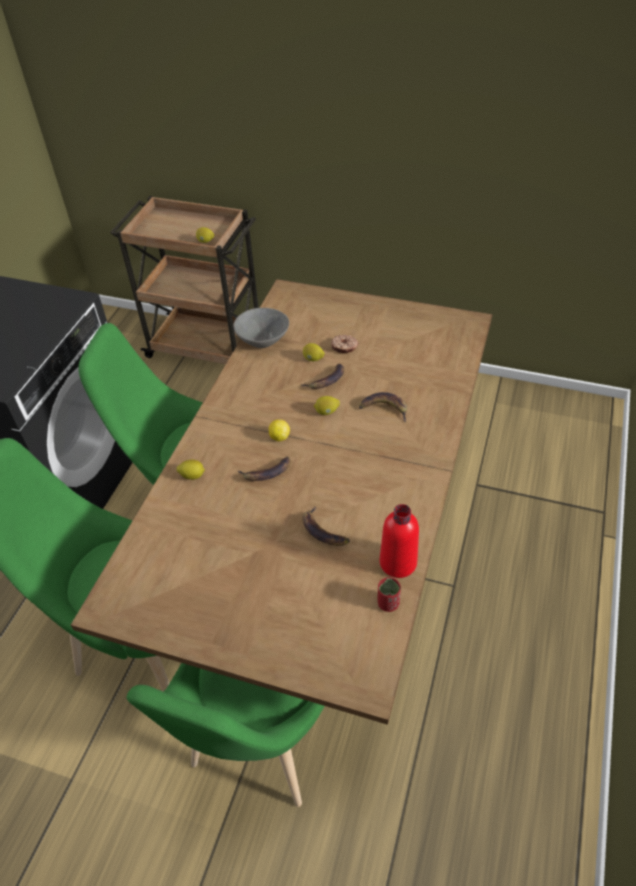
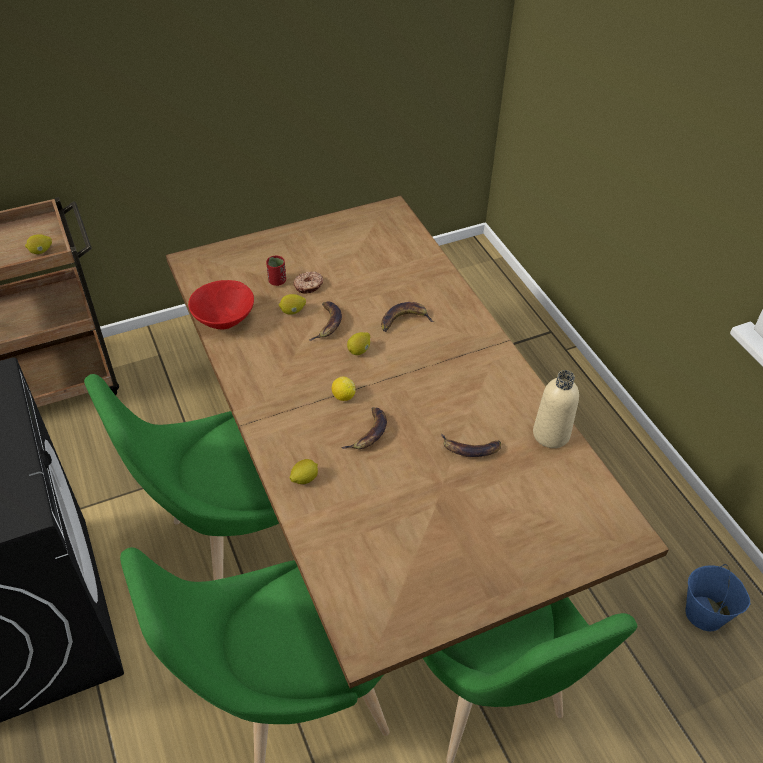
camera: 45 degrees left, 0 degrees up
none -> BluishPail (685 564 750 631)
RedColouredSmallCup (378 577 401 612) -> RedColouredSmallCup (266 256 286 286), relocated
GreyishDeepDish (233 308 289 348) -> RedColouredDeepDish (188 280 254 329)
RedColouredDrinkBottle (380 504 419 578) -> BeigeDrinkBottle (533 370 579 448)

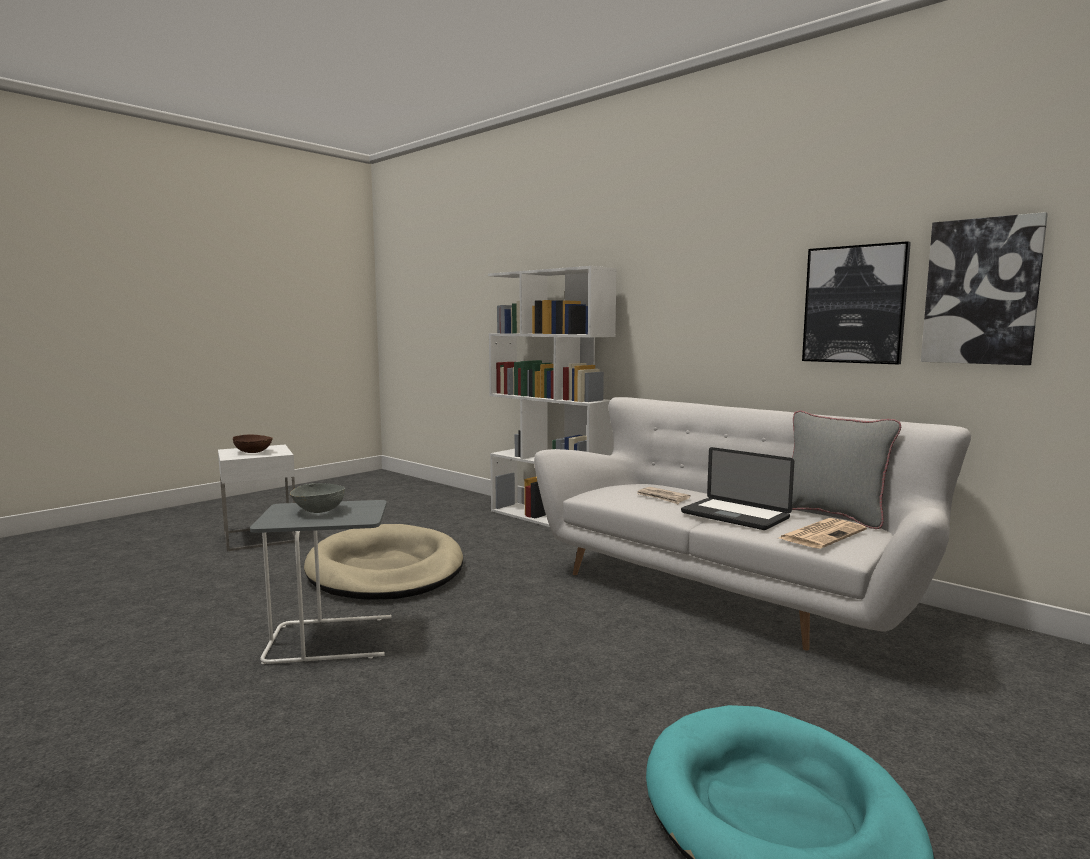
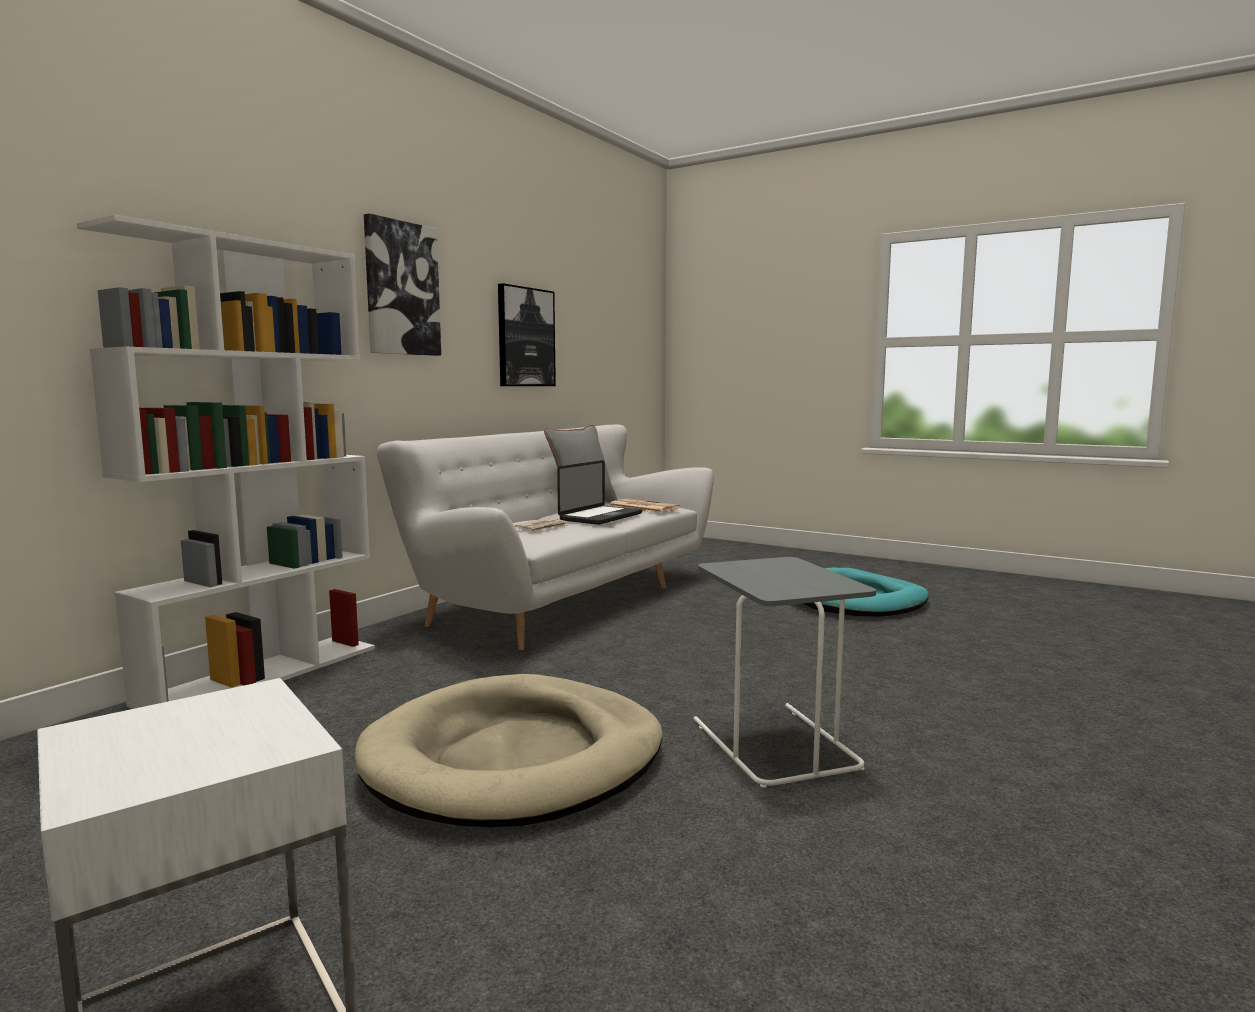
camera: 100 degrees left, 0 degrees up
BrownishDeepDish (233 435 273 453) -> none
GreyishDeepDish (290 483 345 513) -> none
WallPicture (921 212 1048 365) -> WallPicture (364 213 441 356), relocated

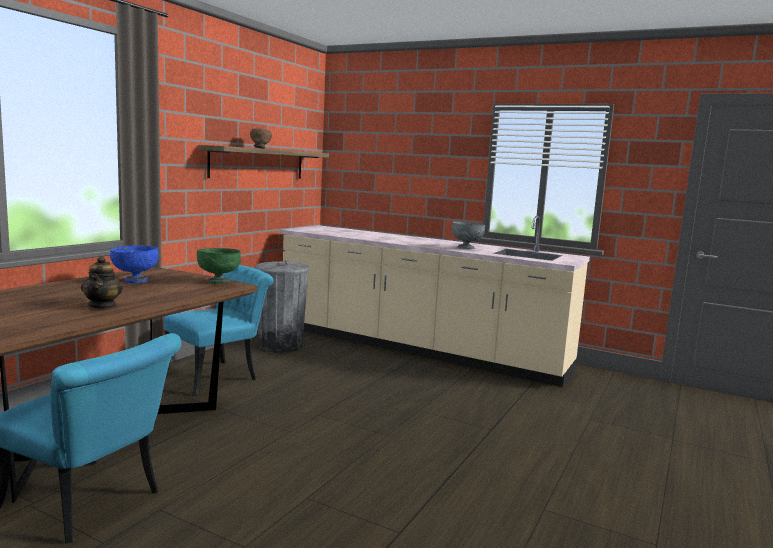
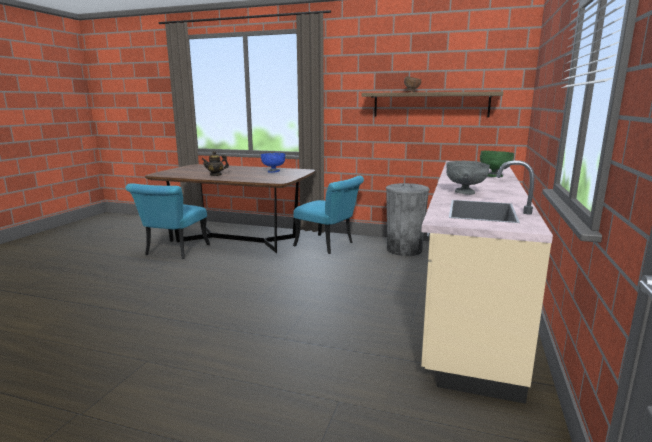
camera: 80 degrees right, 5 degrees up
GreenishDeepDish (197 248 241 284) -> GreenishDeepDish (480 151 514 177), relocated

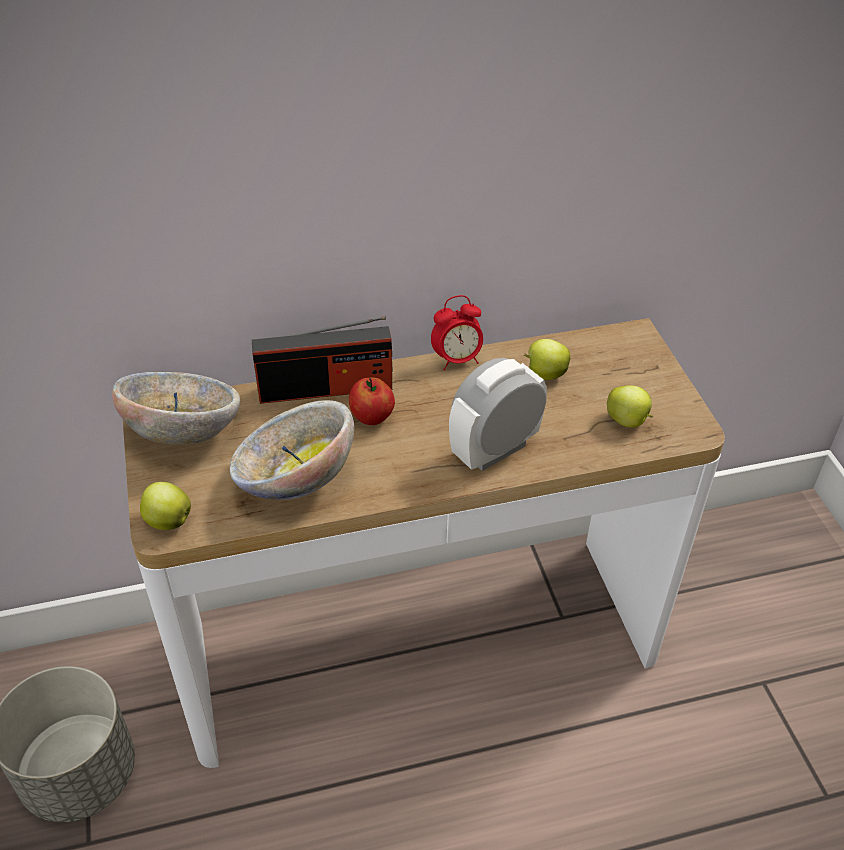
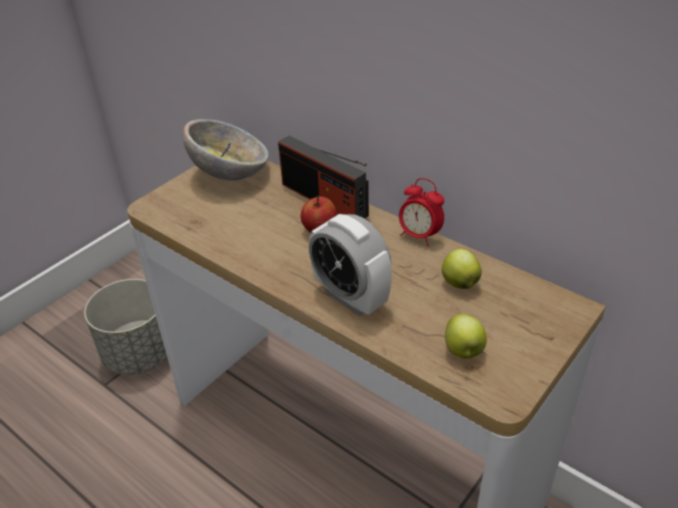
camera: 55 degrees right, 5 degrees down
Apple (140 482 191 530) -> none
DeepDish (230 400 354 500) -> none
TableClock (449 358 547 471) -> TableClock (309 214 392 316), 150 degrees counterclockwise

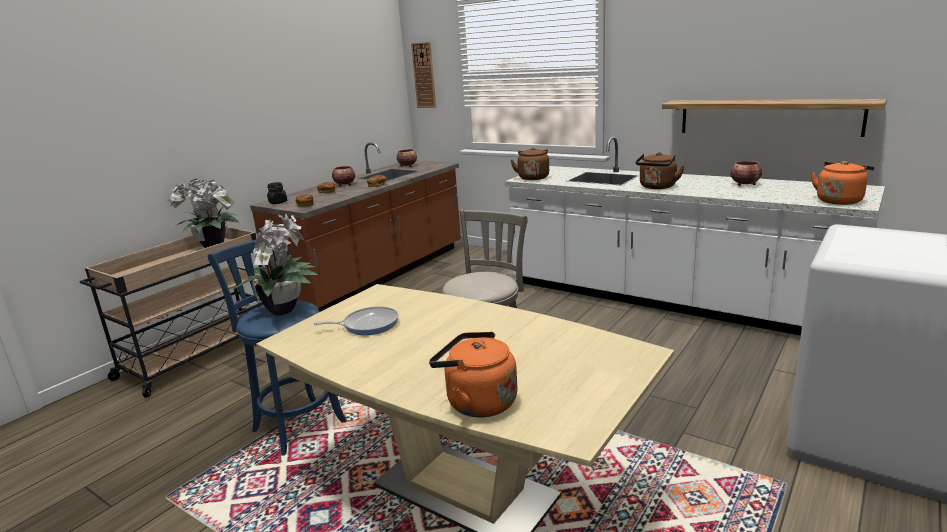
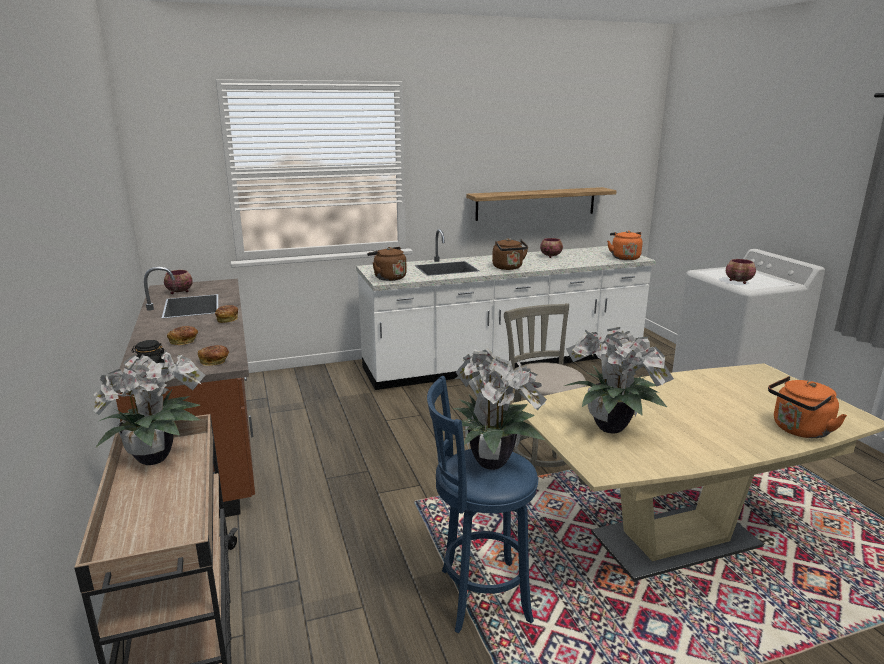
camera: 55 degrees left, 0 degrees up
WallClock (411 42 436 108) -> none
DeepDish (332 166 355 186) -> DeepDish (726 259 756 284), relocated
FryingPan (314 306 399 335) -> PottedPlant (564 327 674 434)

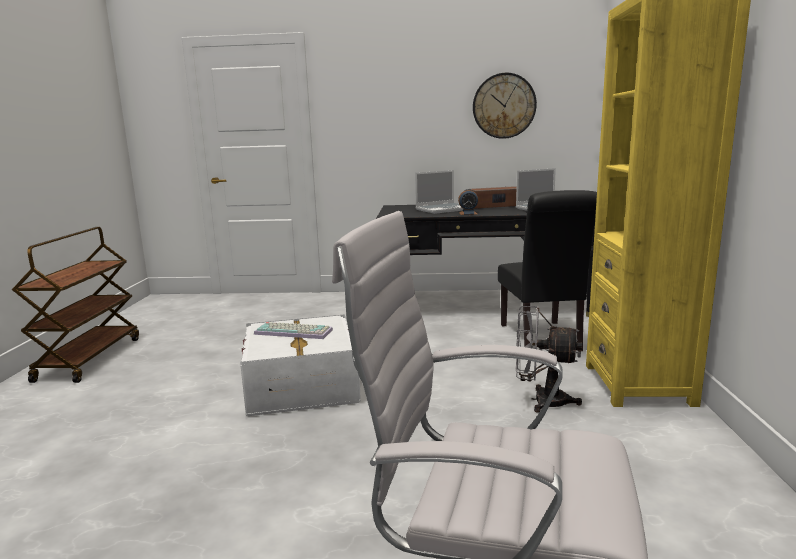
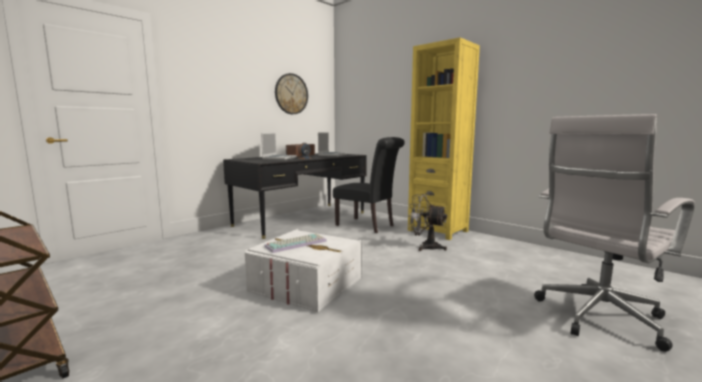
camera: 50 degrees left, 5 degrees down
GreyishElectricFan (516 306 583 412) -> GreyishElectricFan (409 194 447 251), 60 degrees clockwise

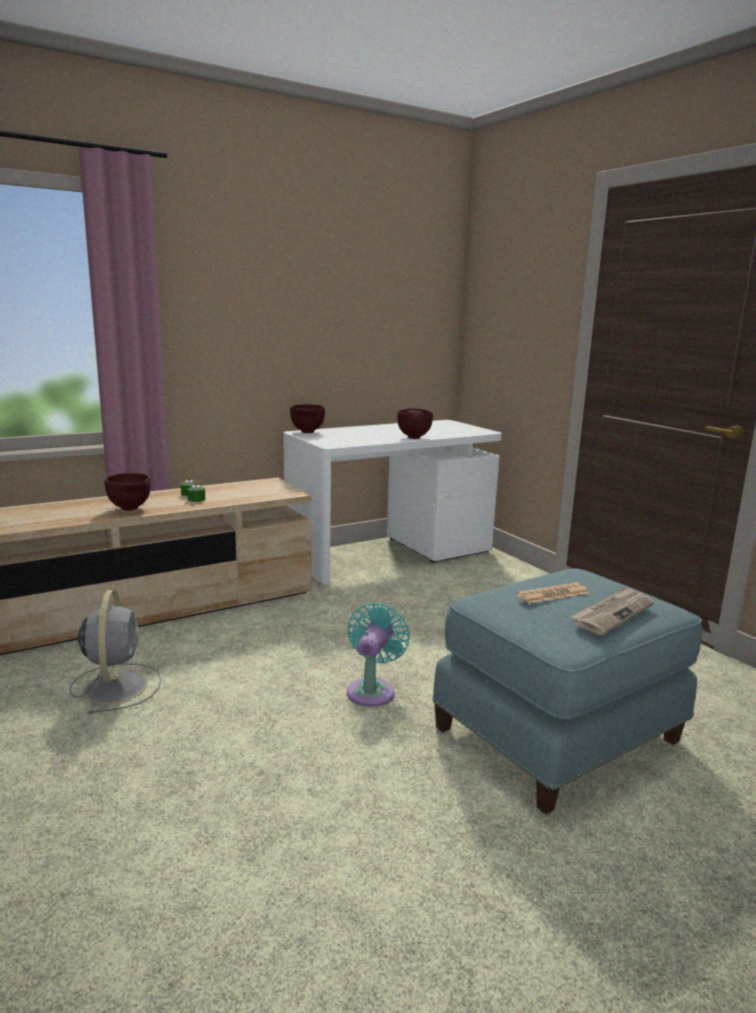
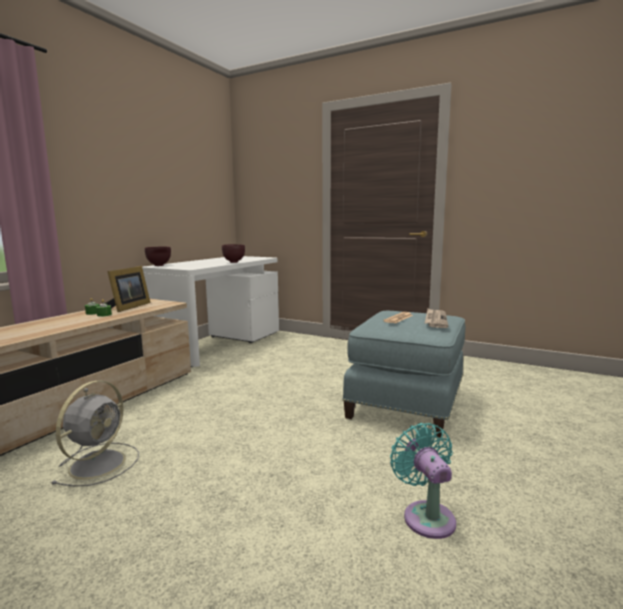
camera: 30 degrees left, 5 degrees down
BrownishDeepDish (104 473 151 511) -> none
none -> PictureFrame (104 266 151 312)
TurquoiseColouredElectricFan (347 603 410 707) -> TurquoiseColouredElectricFan (390 423 456 539), relocated
GreyishElectricFan (70 590 161 715) -> GreyishElectricFan (51 381 139 486), 60 degrees clockwise

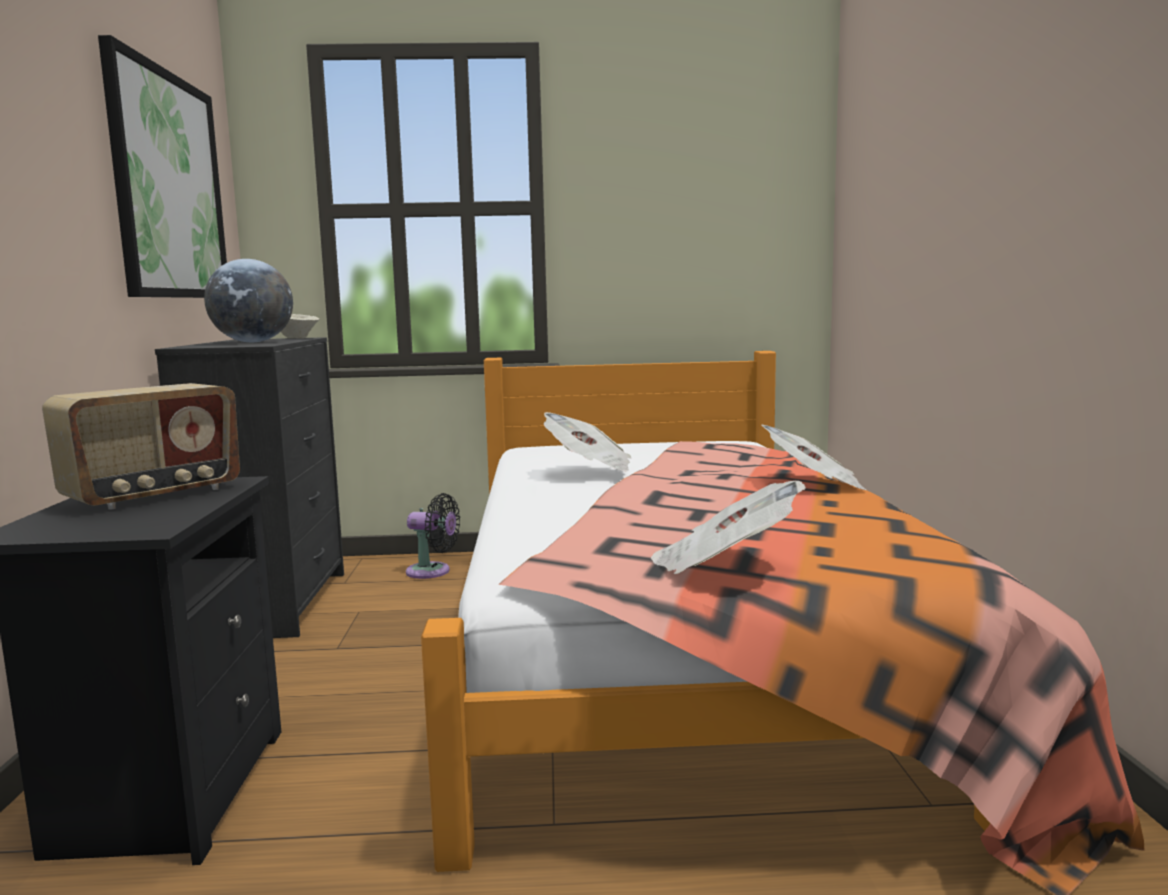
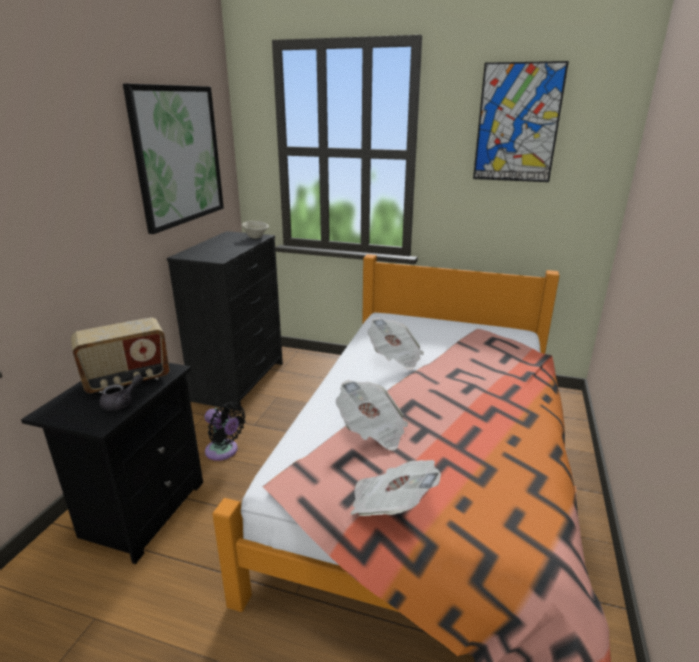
camera: 20 degrees right, 15 degrees up
Globe (204 259 293 342) -> none
none -> GreyishTeaPot (99 374 143 411)
none -> WallPicture (473 61 569 182)
BlackElectricFan (406 493 460 579) -> BlackElectricFan (205 402 246 461), relocated
Newspaper (761 424 866 490) -> Newspaper (336 380 408 451), relocated

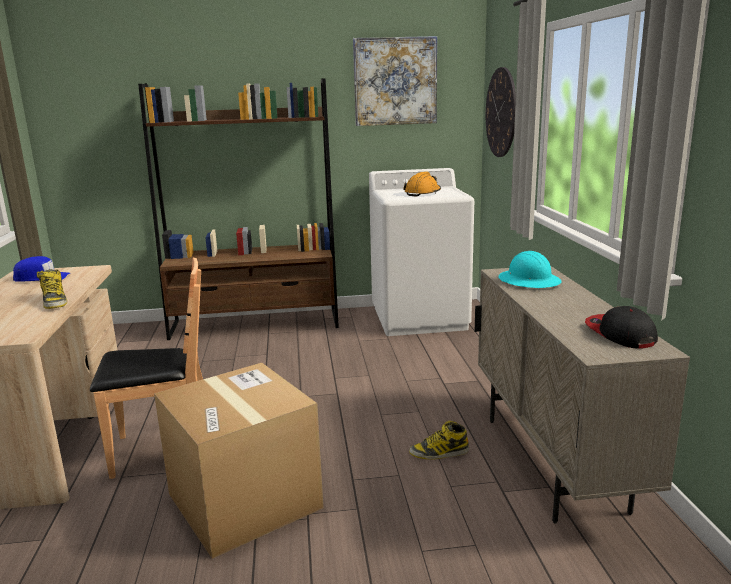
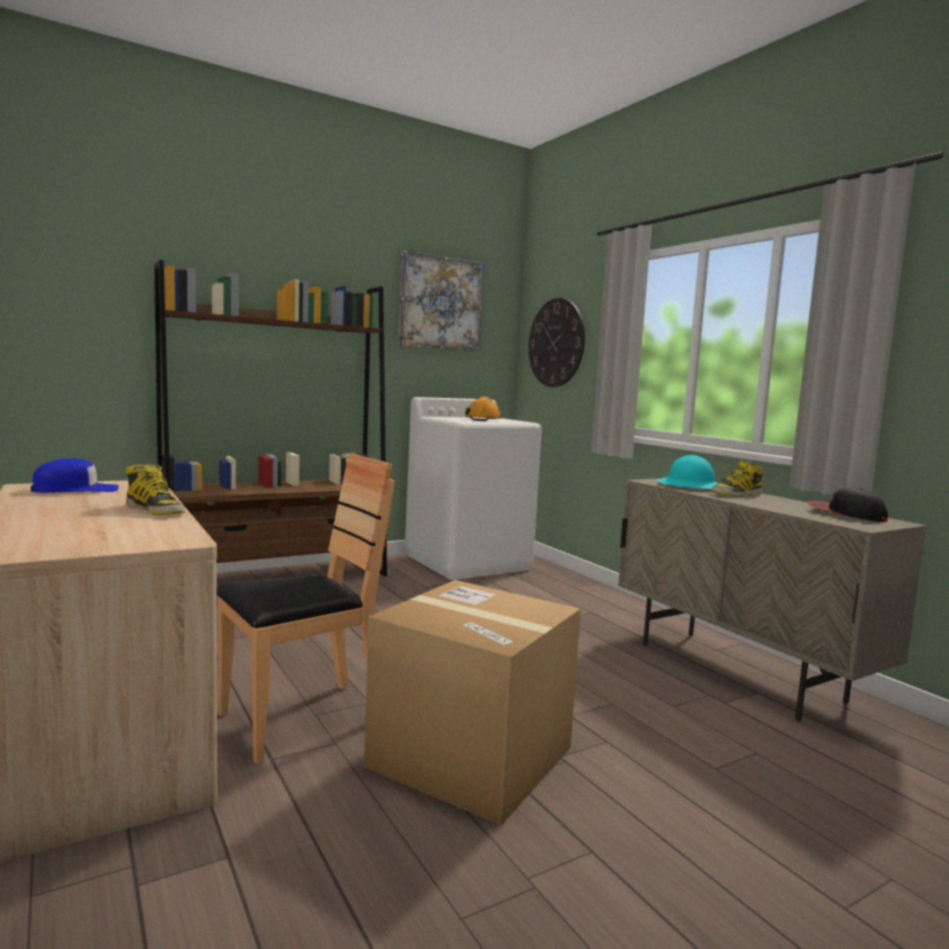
camera: 25 degrees left, 10 degrees down
TallBoot (409 421 469 460) -> TallBoot (711 460 763 497), relocated

